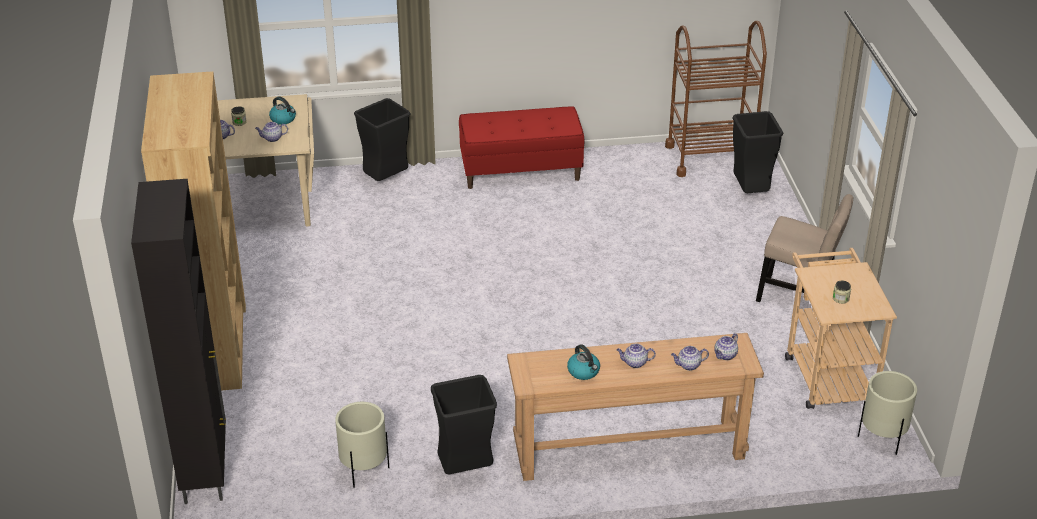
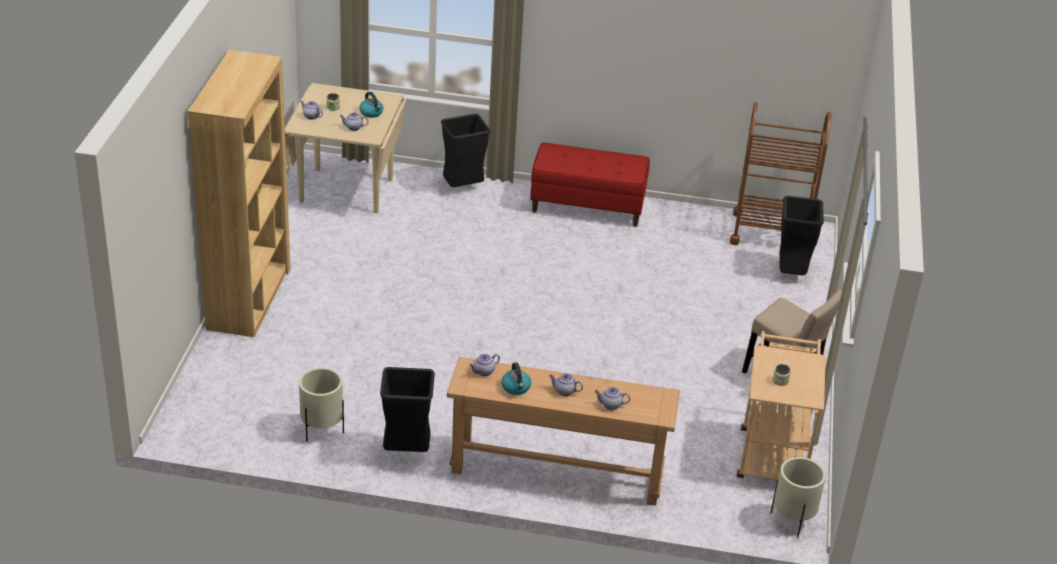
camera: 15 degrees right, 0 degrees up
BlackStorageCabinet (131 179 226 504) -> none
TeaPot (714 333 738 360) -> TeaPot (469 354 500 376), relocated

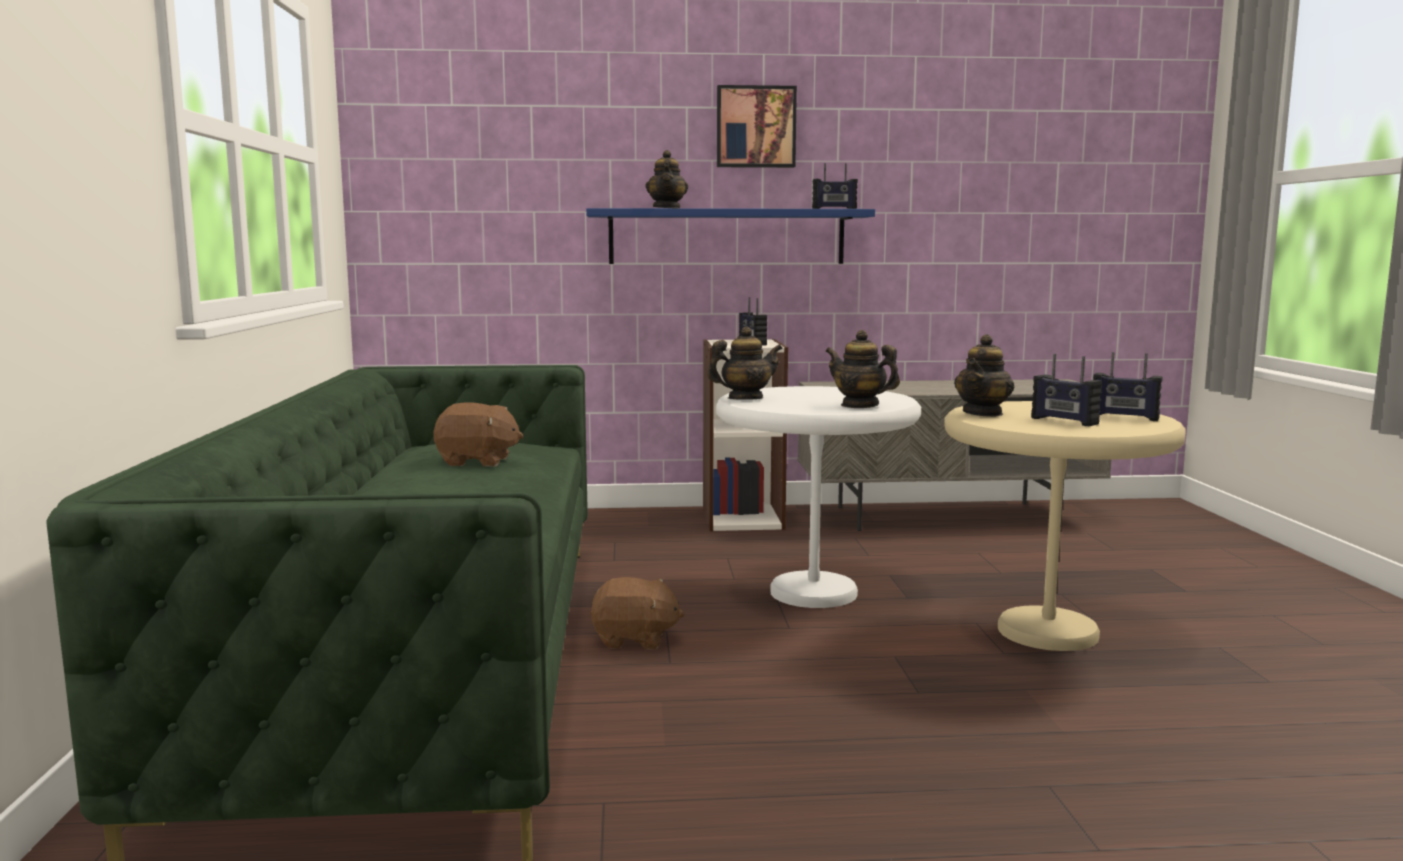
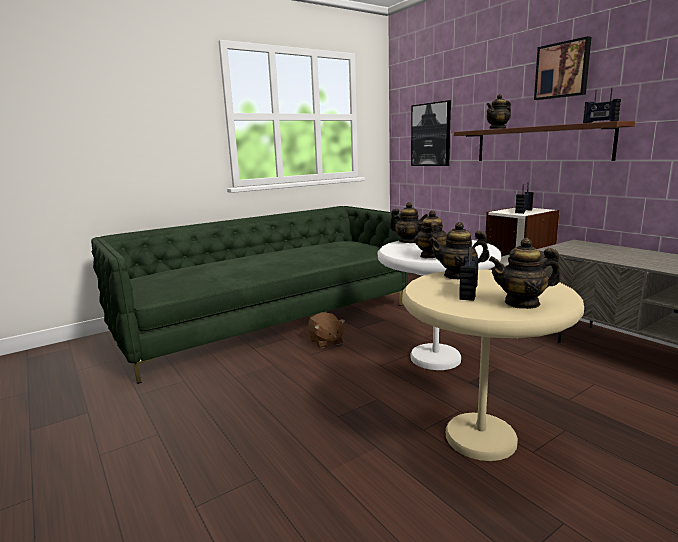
camera: 60 degrees right, 5 degrees up
BrownishSoftToy (433 402 524 466) -> none
none -> WallPicture (411 101 451 166)
Radio (1093 352 1163 421) -> TeaPot (489 238 561 309)
BluishBracketShelf (586 208 875 264) -> BrownishBracketShelf (454 121 635 161)

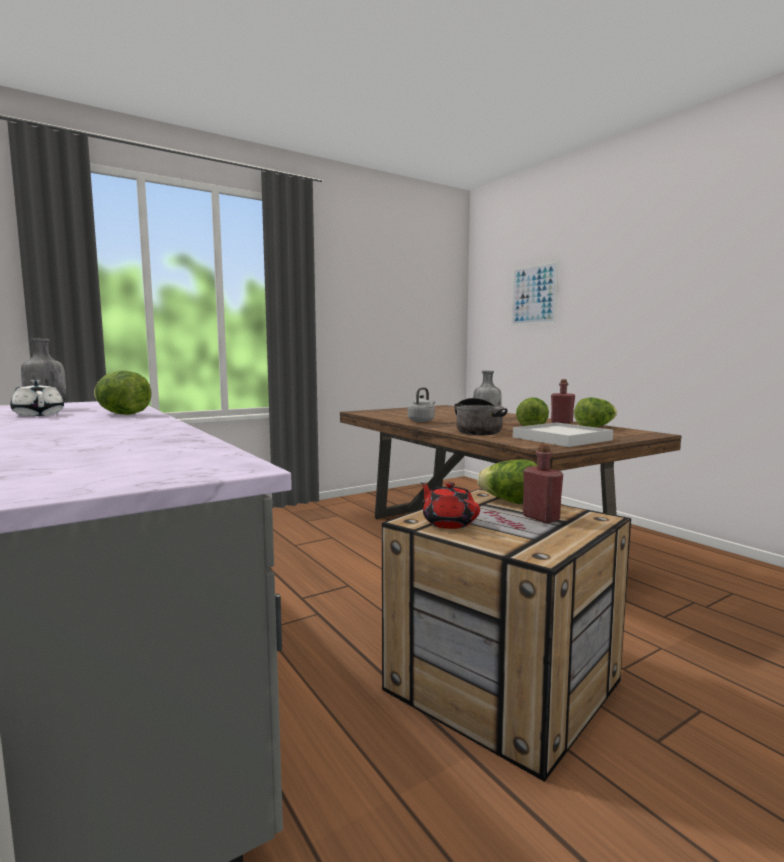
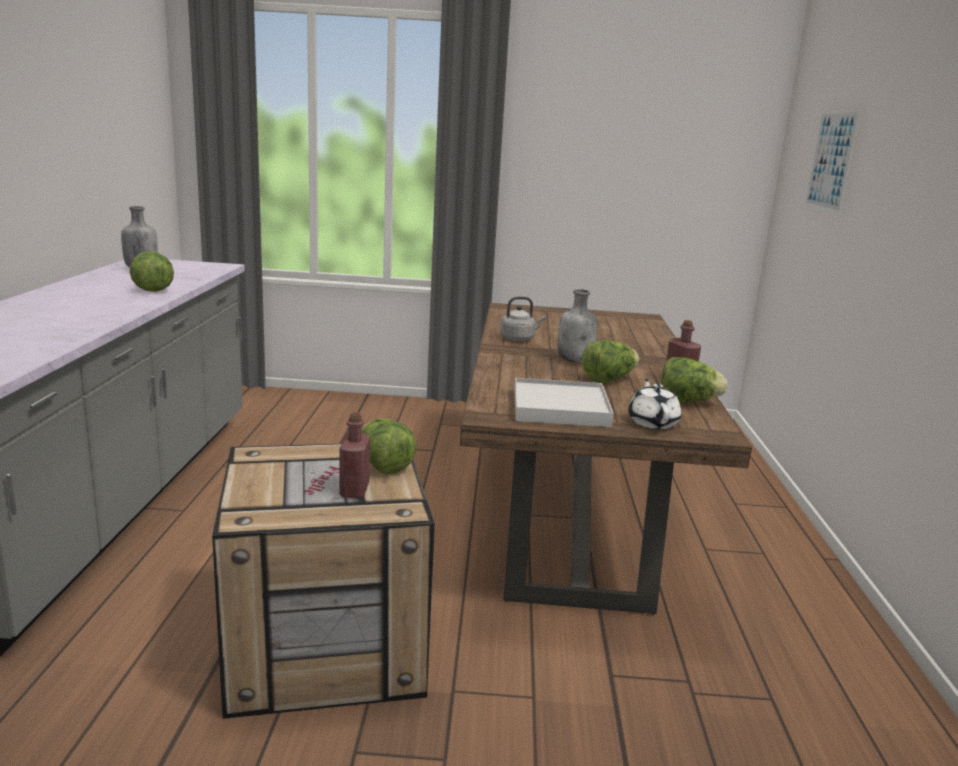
camera: 35 degrees right, 10 degrees up
RedColouredTeaPot (420 482 480 529) -> none
Stockpot (454 398 507 435) -> none
WhitishTeaPot (10 380 64 416) -> WhitishTeaPot (628 379 681 429), relocated

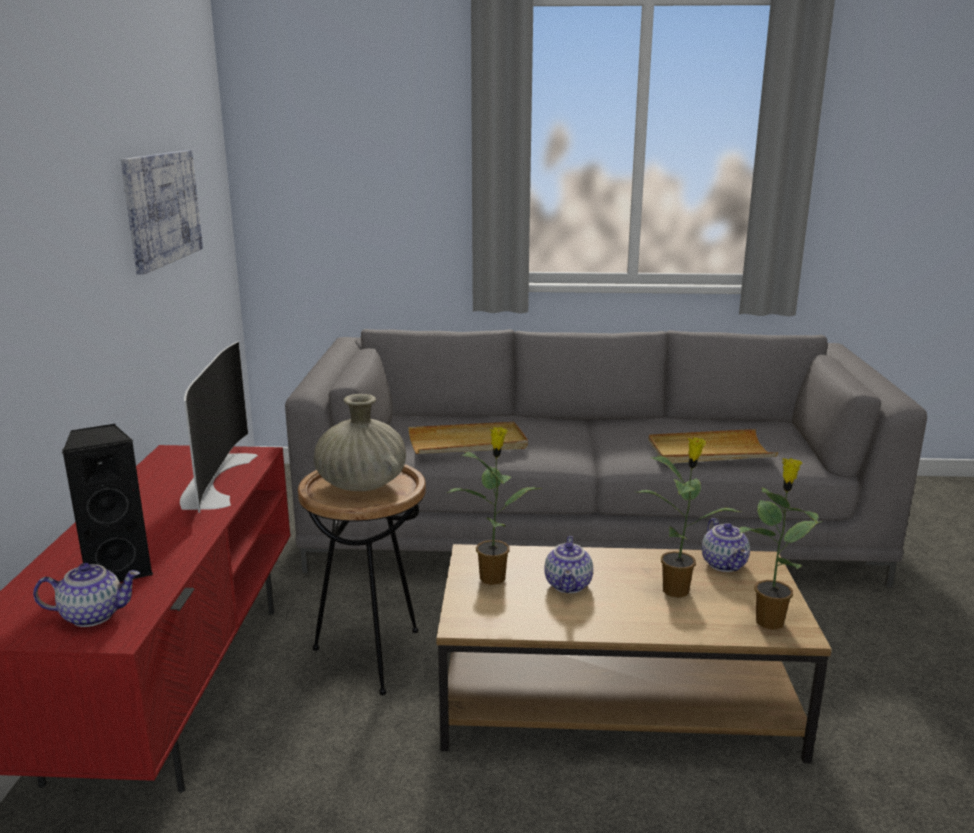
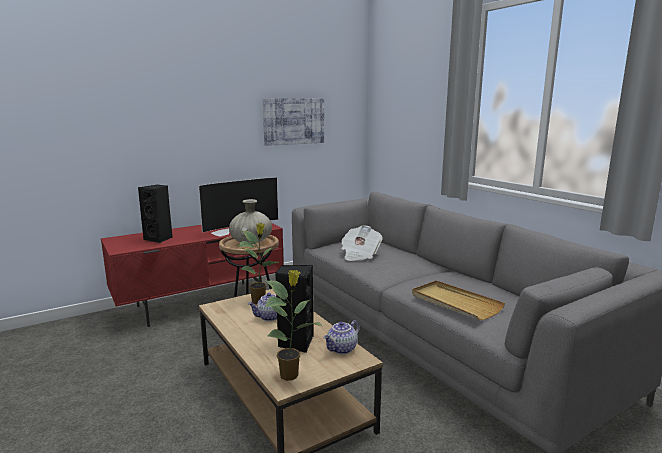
camera: 55 degrees right, 5 degrees down
TeaPot (33 563 140 627) -> none
BeigeTray (408 422 528 454) -> Newspaper (341 225 383 261)
PottedPlant (638 437 741 598) -> BlackSpeaker (275 265 314 353)

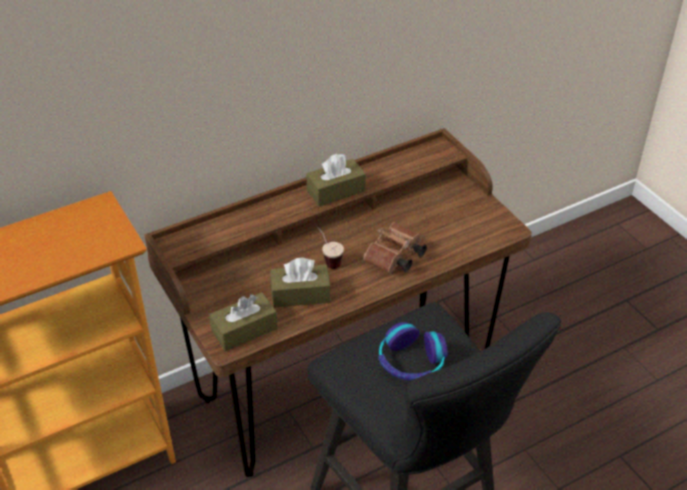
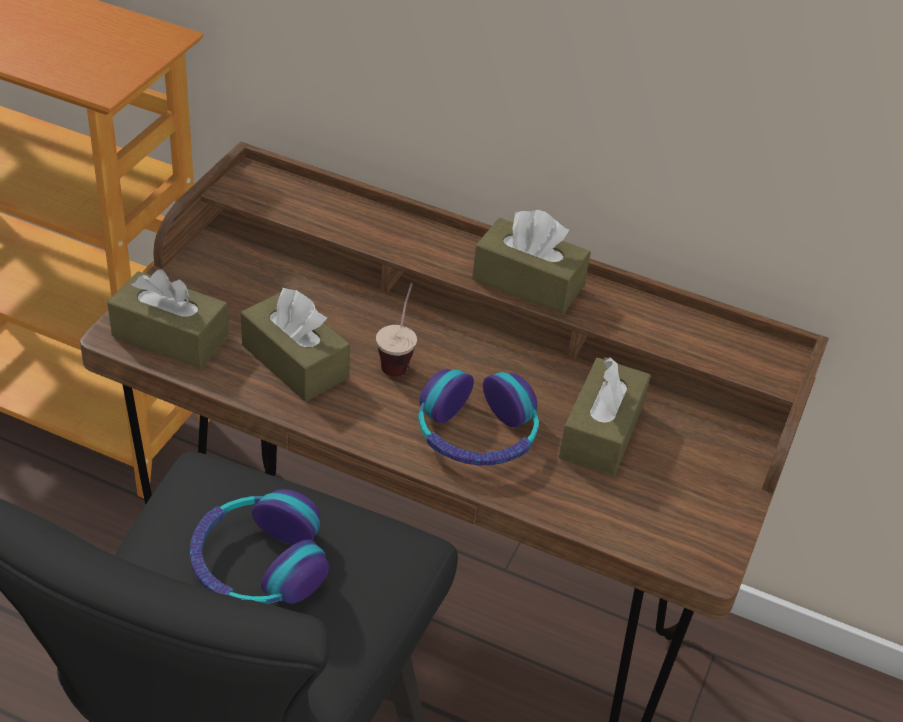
camera: 50 degrees right, 0 degrees up
none -> BrownishTissueHolder (559 357 651 477)
BrownishPairOfBinoculars (363 222 427 273) -> Headset (418 369 539 465)

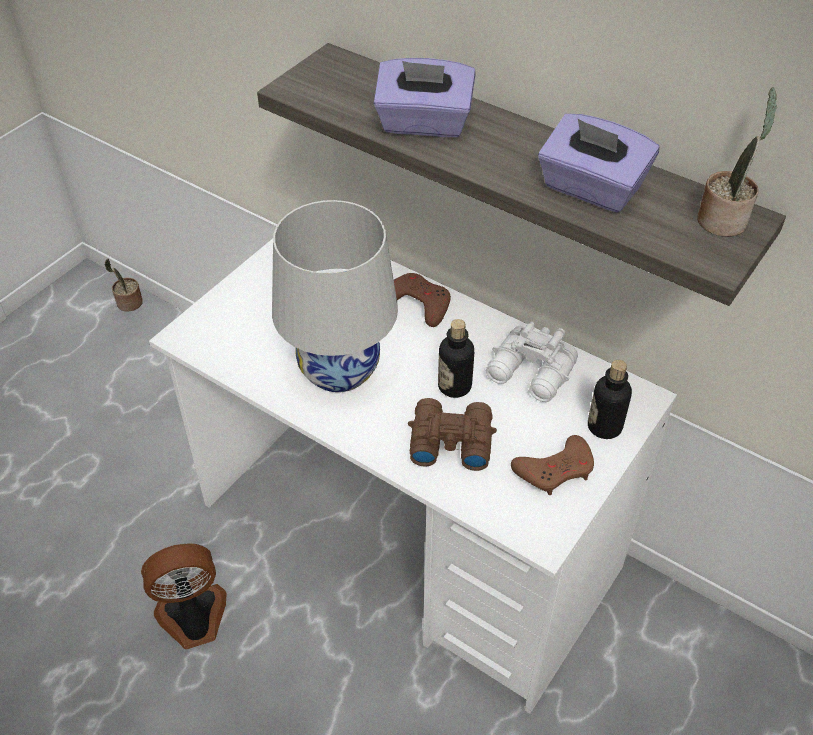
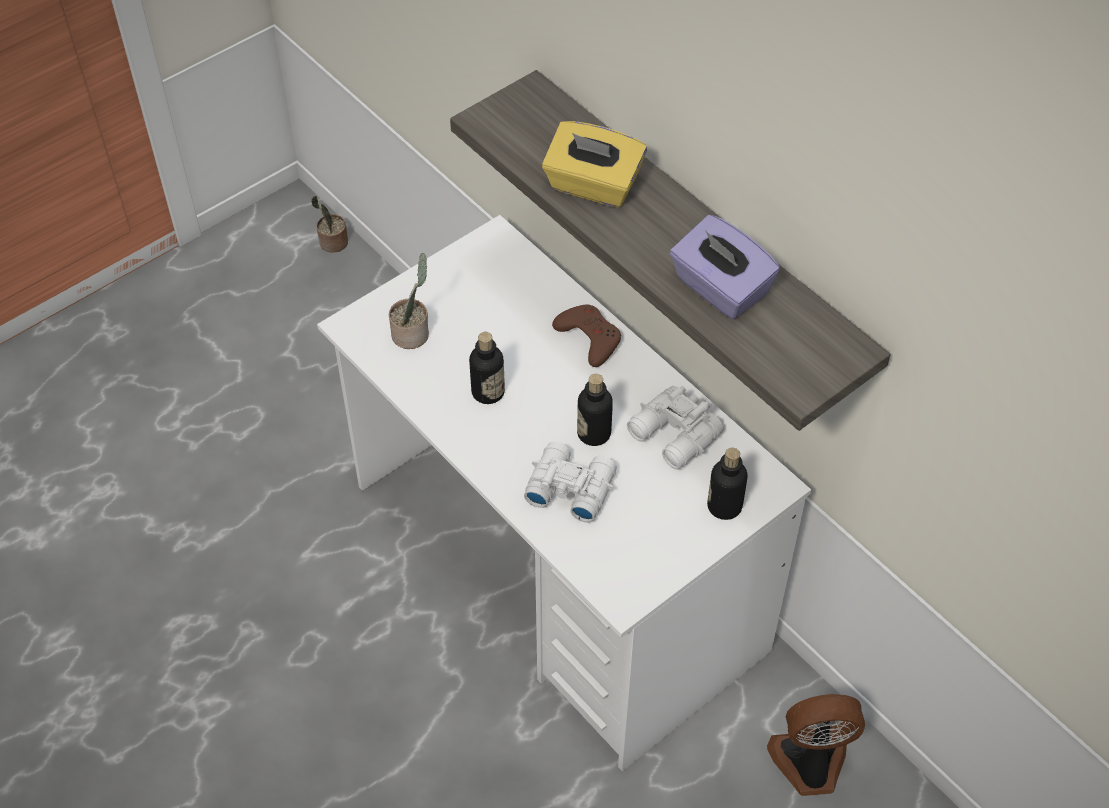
camera: 15 degrees right, 5 degrees up
BrownishGameController (511 435 594 495) -> none
ElectricFan (141 543 227 649) -> ElectricFan (767 694 865 796), relocated
PottedPlant (697 87 777 237) -> PottedPlant (389 253 429 349), relocated
WhitishTabletopLamp (272 200 398 392) -> DrinkBottle (469 332 505 404)
PurplishTissueHolder (373 58 476 137) -> YellowTissueHolder (542 121 647 207)
BrownishPairOfBinoculars (408 398 497 471) -> WhitishPairOfBinoculars (524 442 617 523)

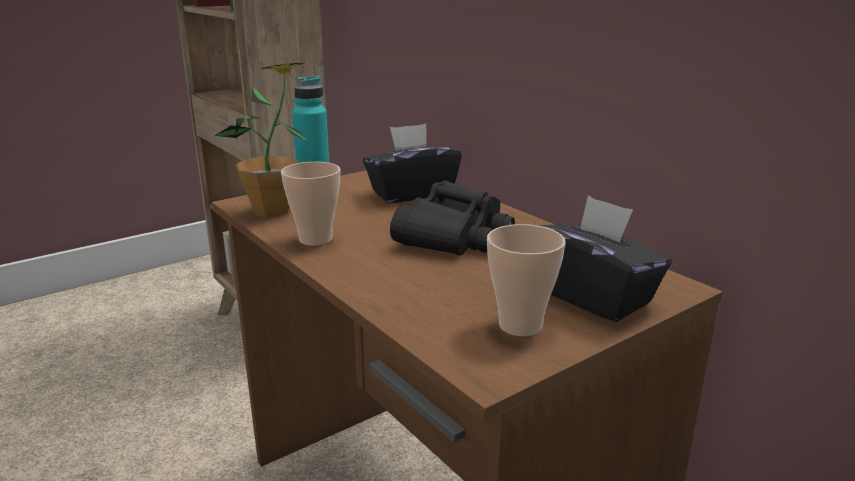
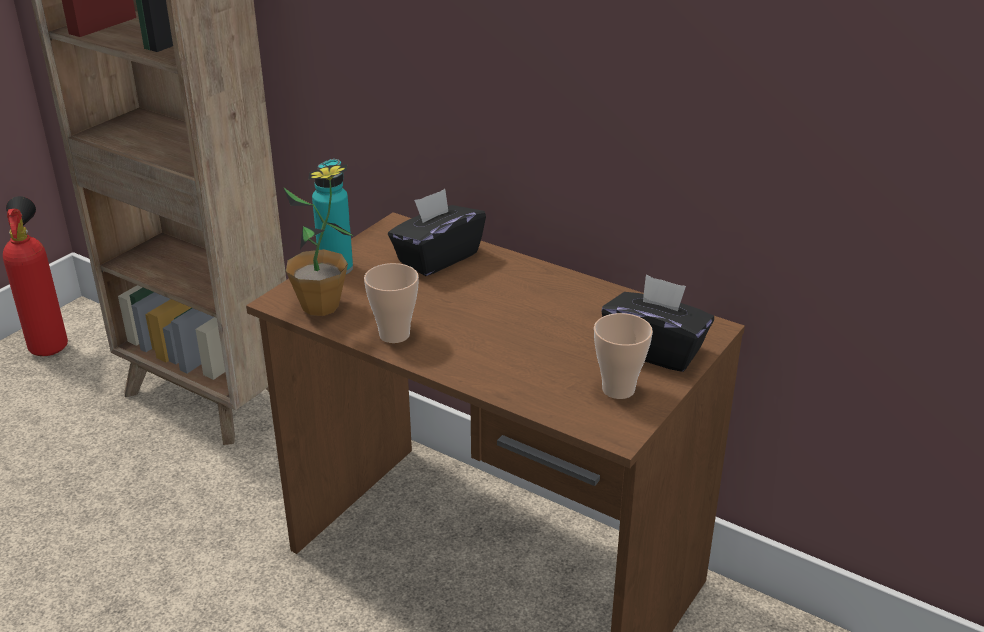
camera: 20 degrees left, 10 degrees up
BlackPairOfBinoculars (390 180 515 256) -> none
none -> Extinguisher (3 196 68 356)

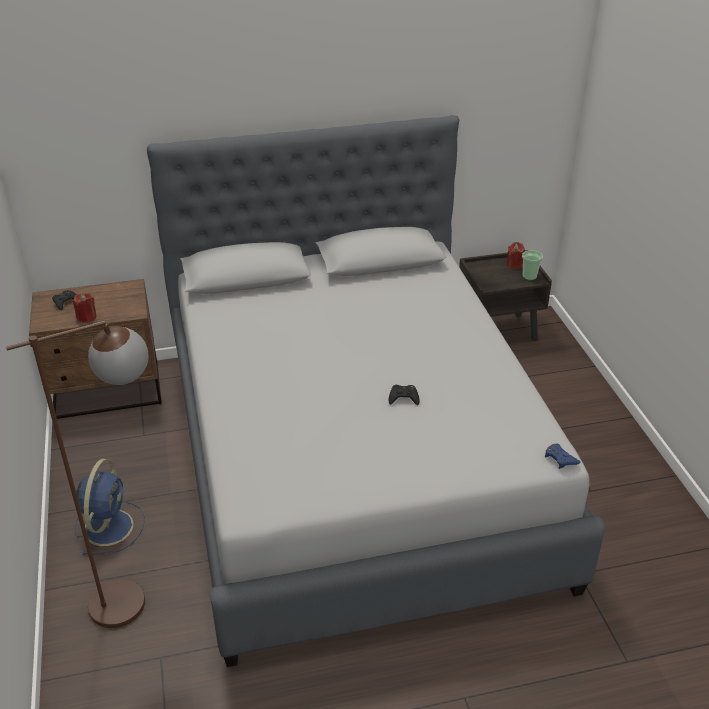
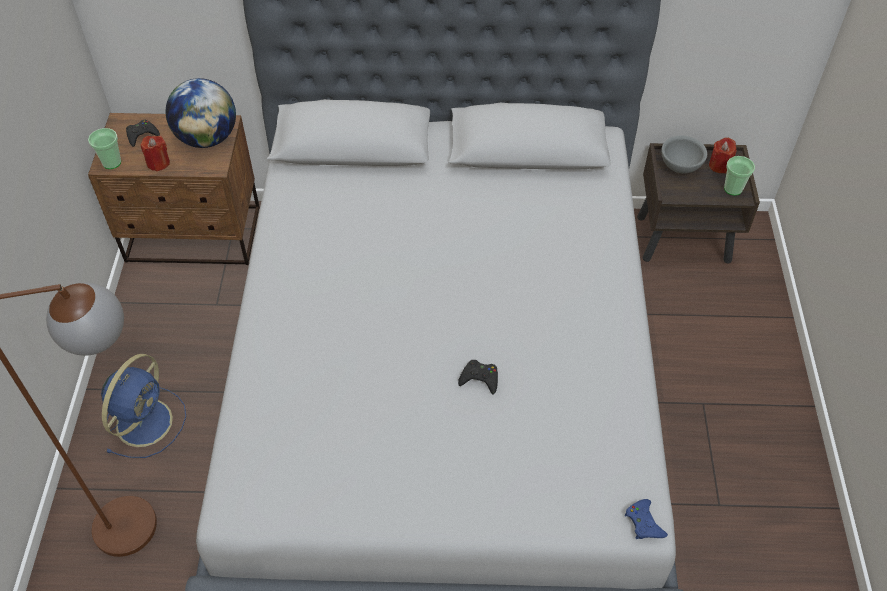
camera: 15 degrees right, 15 degrees up
none -> SmallCup (88 128 121 169)
none -> Globe (166 78 236 148)
none -> GreyishDeepDish (661 136 707 173)

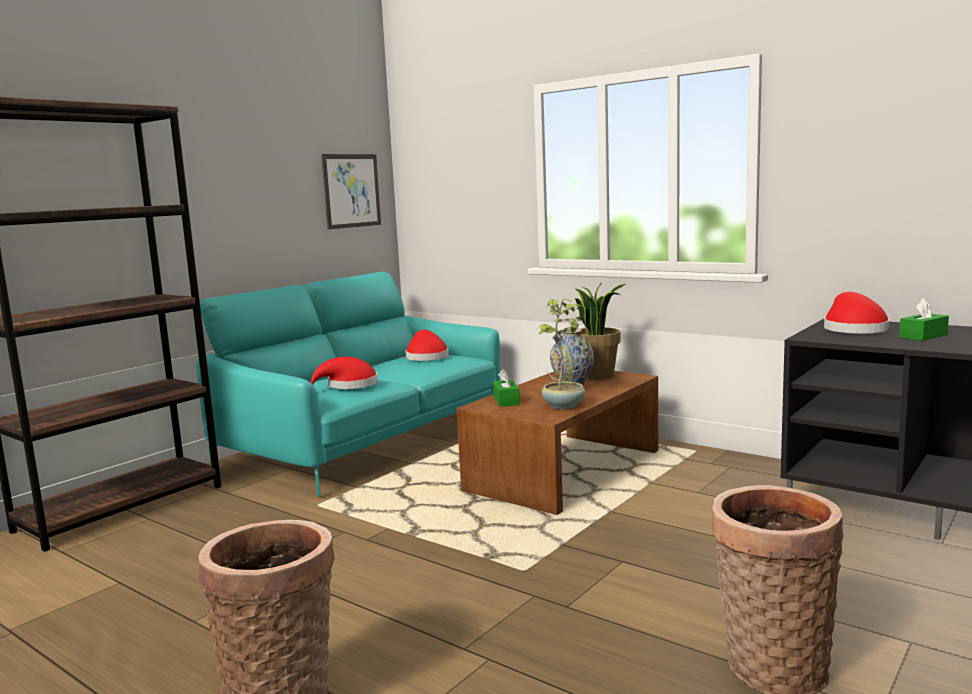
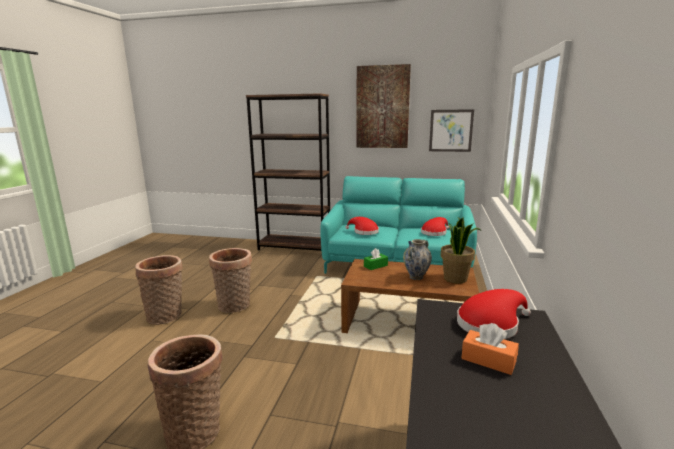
camera: 65 degrees right, 5 degrees up
PottedPlant (537 299 587 409) -> none
none -> Basket (209 248 252 313)
none -> WallPicture (356 64 411 148)
GreenishTissueHolder (899 298 949 341) -> OrangeTissueHolder (461 323 519 375)

